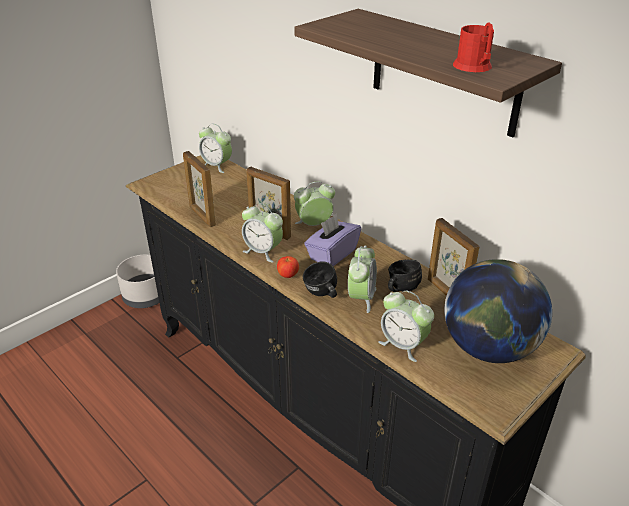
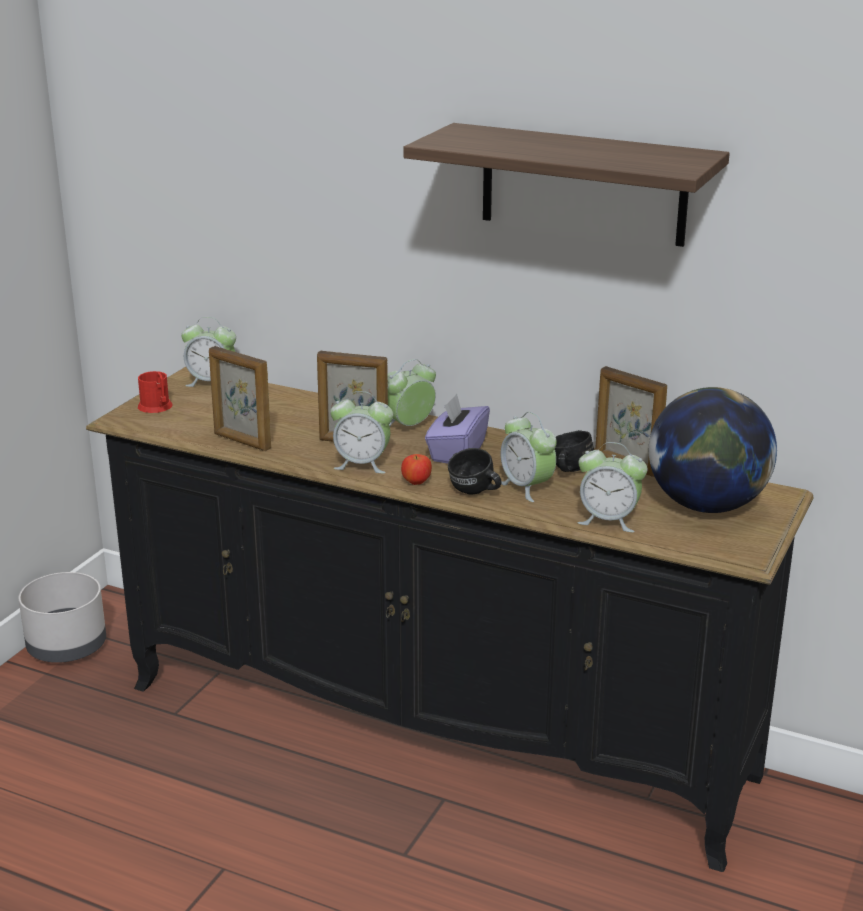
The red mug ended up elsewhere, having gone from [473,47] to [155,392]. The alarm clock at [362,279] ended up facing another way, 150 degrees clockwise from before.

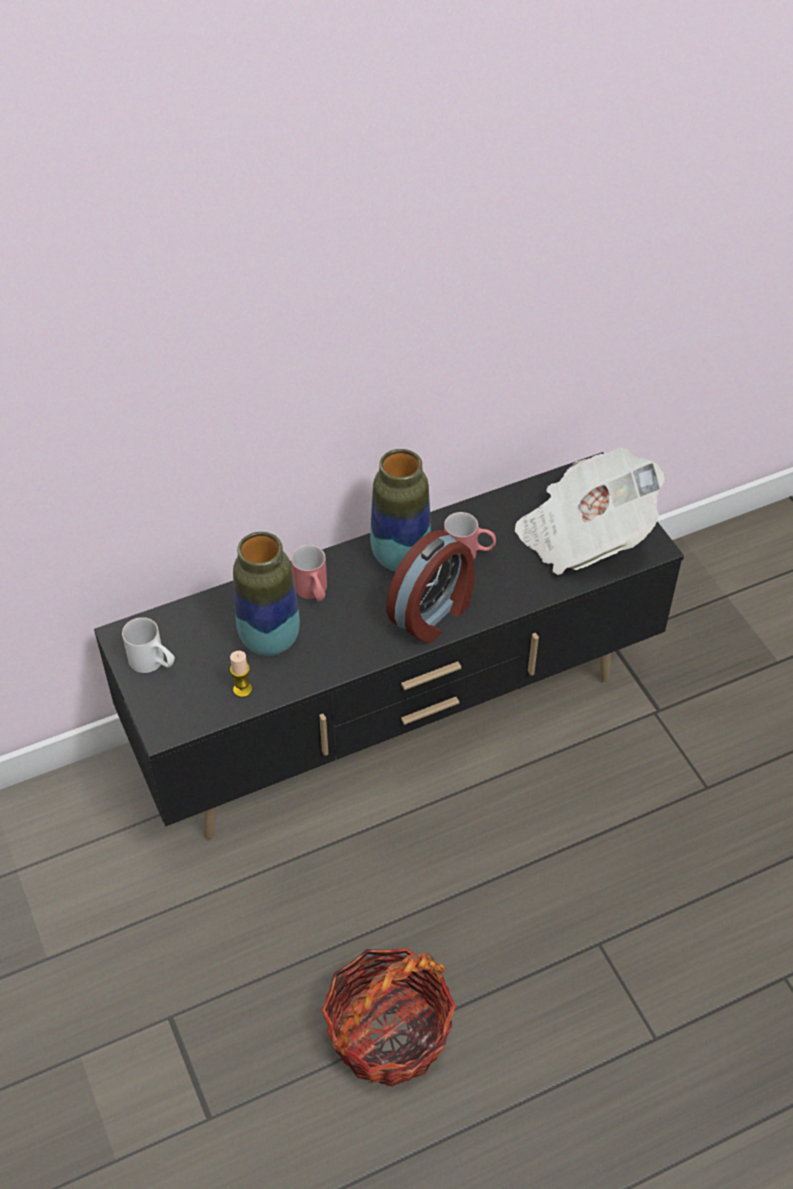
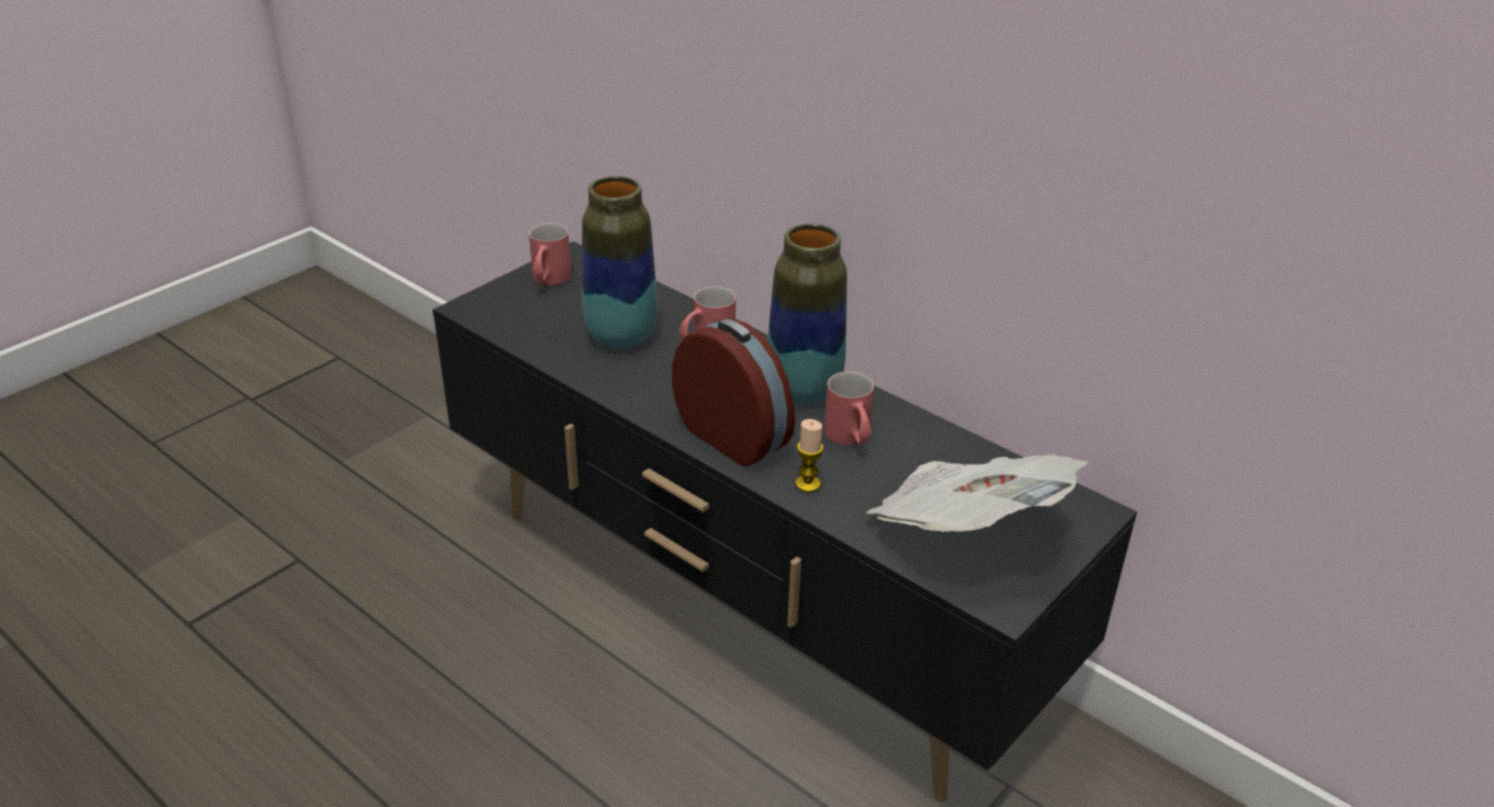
The alarm clock at [430,586] ended up facing another way, 150 degrees counterclockwise from before. What was the white mug at [148,645] turned into the red mug at [550,254]. The candle ended up elsewhere, having gone from [241,674] to [809,456]. The second view lost the basket at [388,1017].

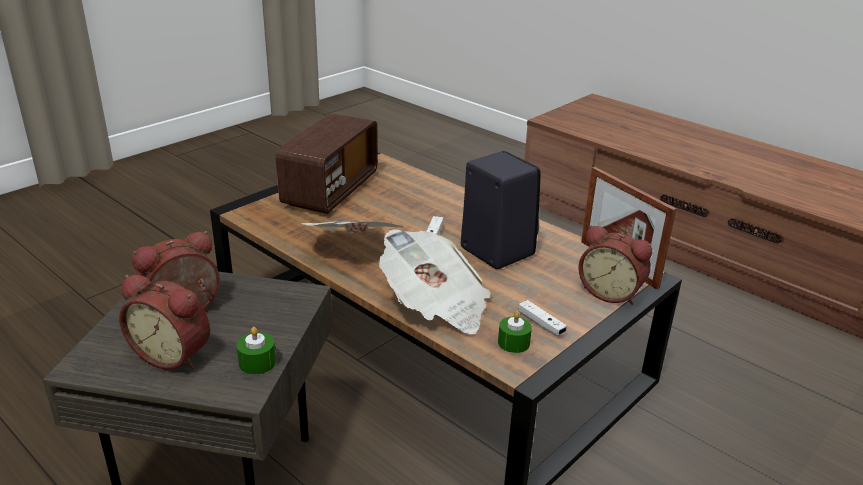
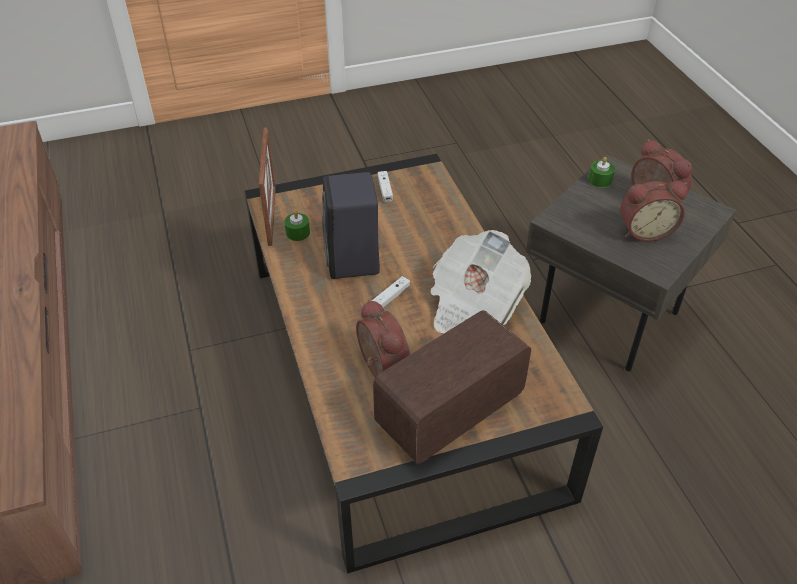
The alarm clock ended up elsewhere, having gone from [615,265] to [383,338]. The second view lost the newspaper at [434,281]. The green candle ended up elsewhere, having gone from [515,332] to [297,225].

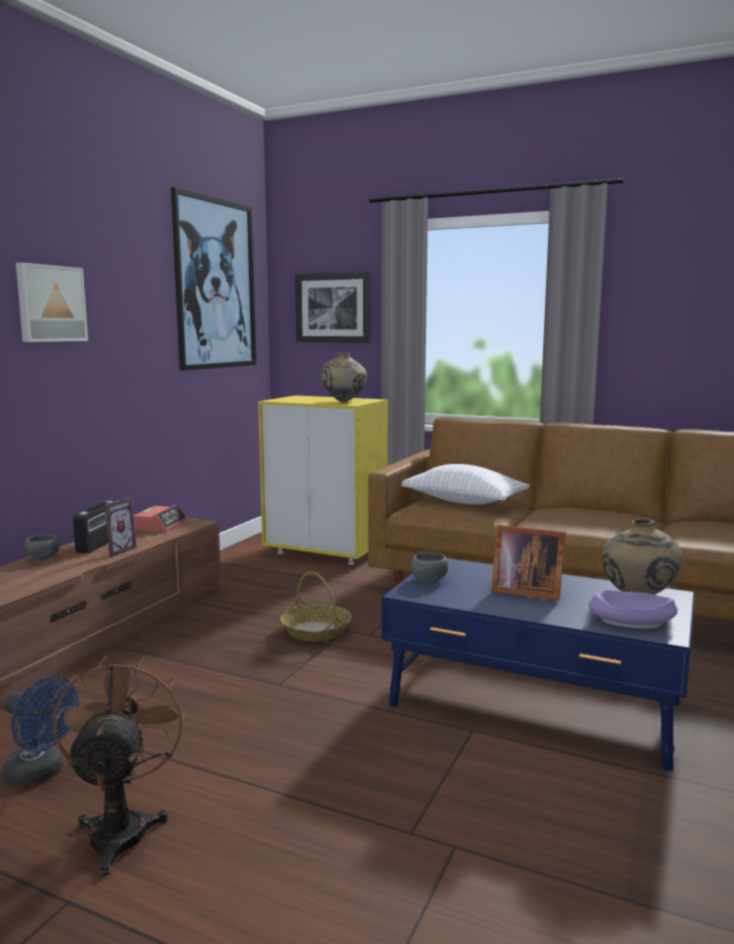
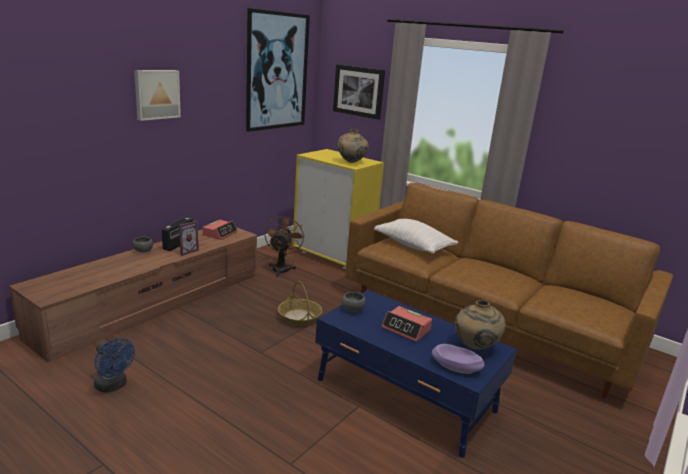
Where the picture frame stood at [528,563], the alarm clock came to stand at [407,324]. The brown fan ended up elsewhere, having gone from [119,766] to [284,246].

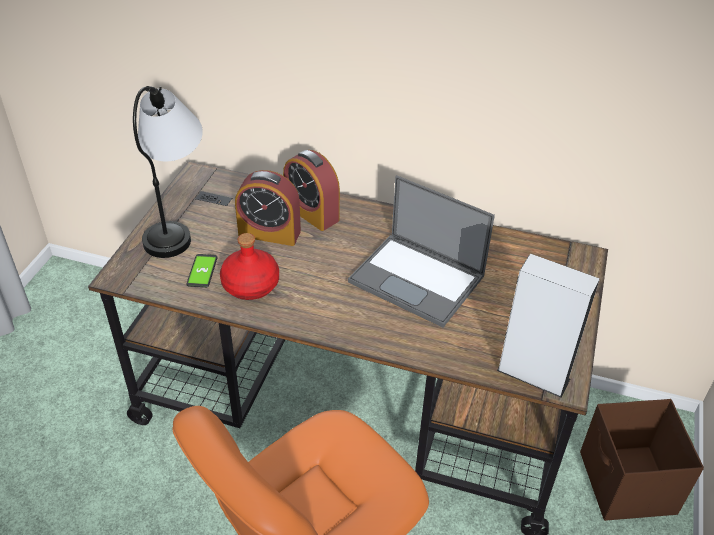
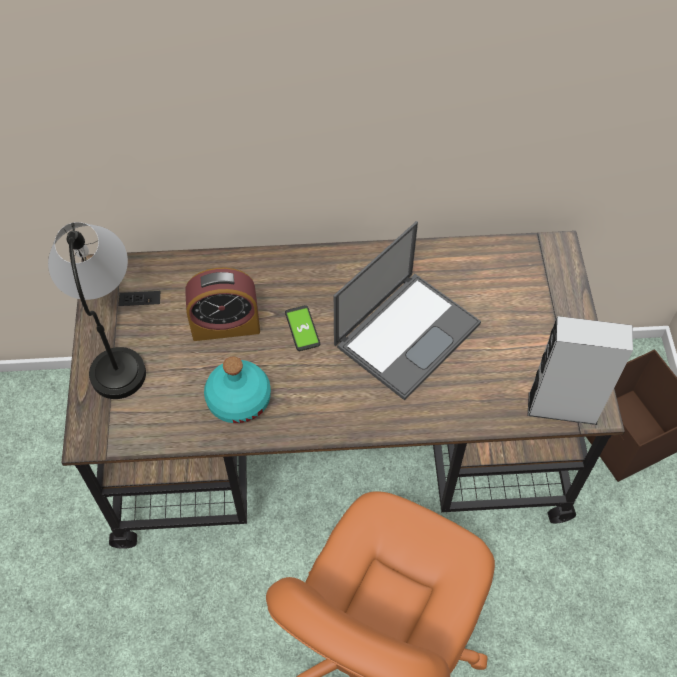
The second view lost the alarm clock at [311,190]. The laptop at [421,251] ended up facing another way, 60 degrees counterclockwise from before. What was the red bottle at [249,266] turned into the turquoise bottle at [237,390]. The phone ended up elsewhere, having gone from [202,271] to [302,328].

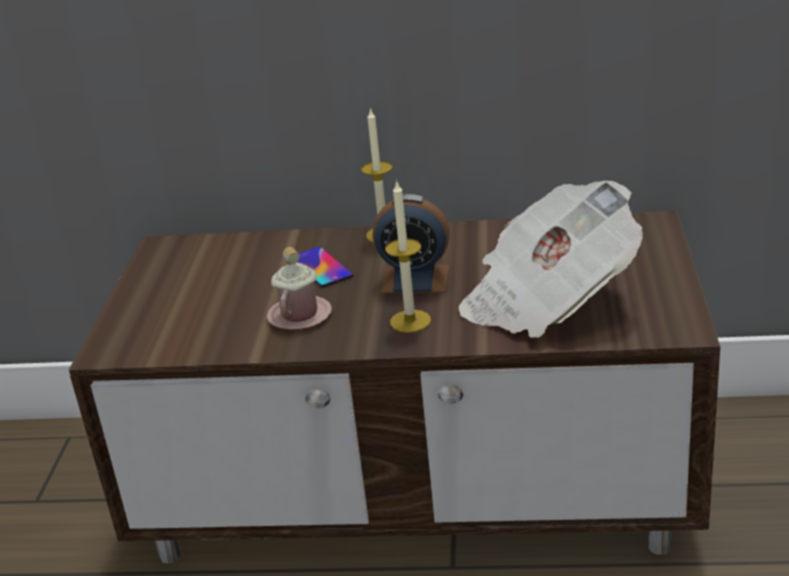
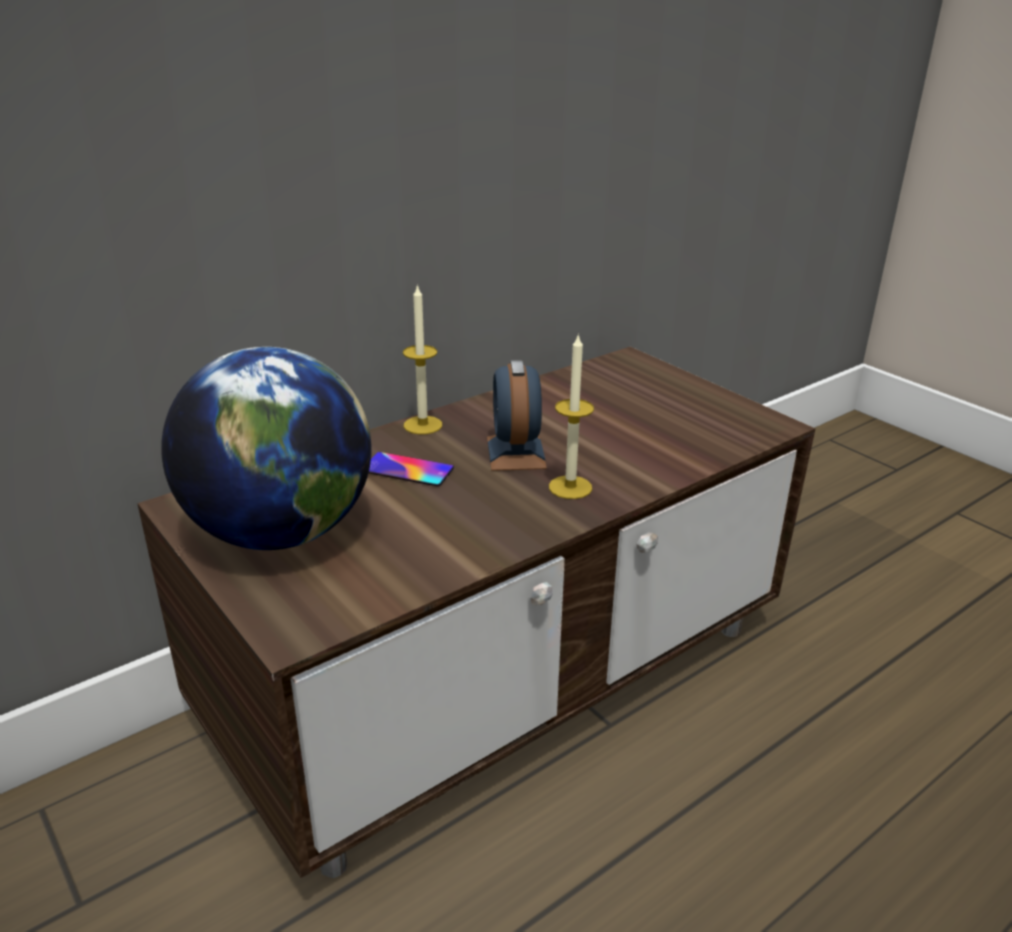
The second view lost the newspaper at [550,259]. The alarm clock at [411,243] ended up facing another way, 120 degrees clockwise from before. The second view lost the pink mug at [299,288]. The second view gained the globe at [266,448].

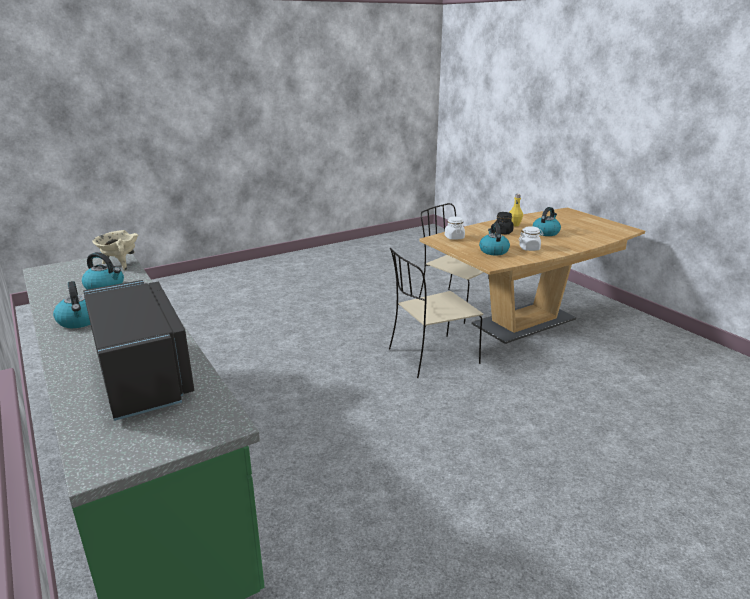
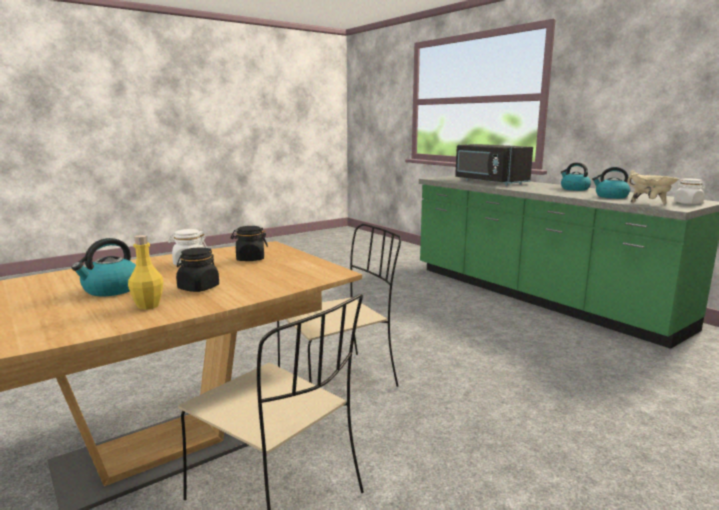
The white jar ended up elsewhere, having gone from [455,228] to [689,191]. Where the kettle stood at [494,239], the black jar came to stand at [249,243].

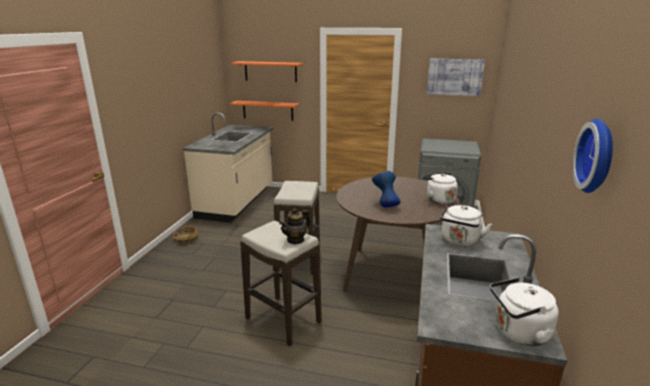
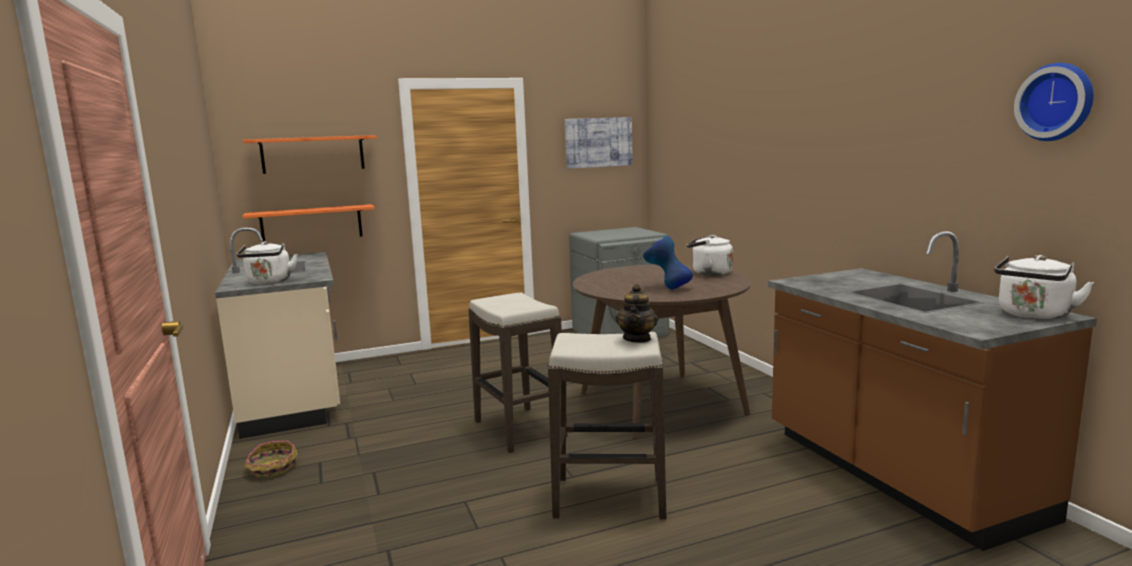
The white kettle ended up elsewhere, having gone from [466,225] to [267,262].

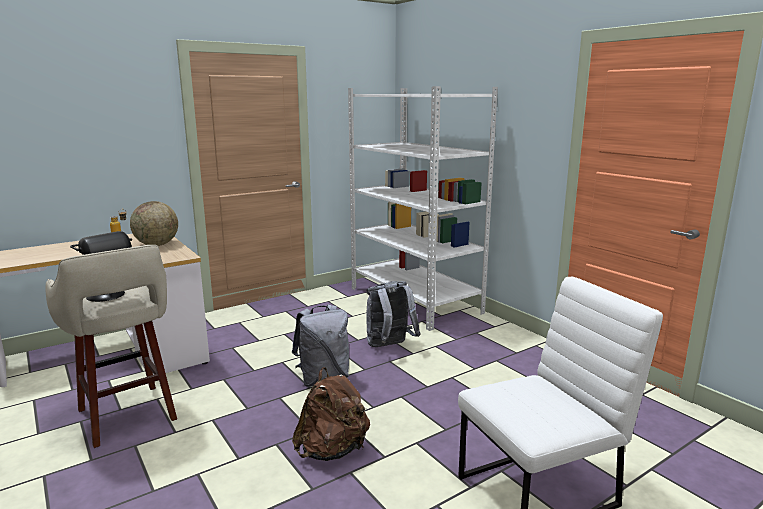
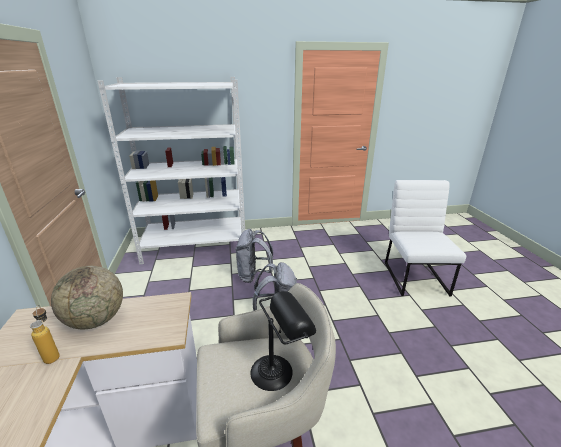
The second view lost the brown backpack at [331,414].

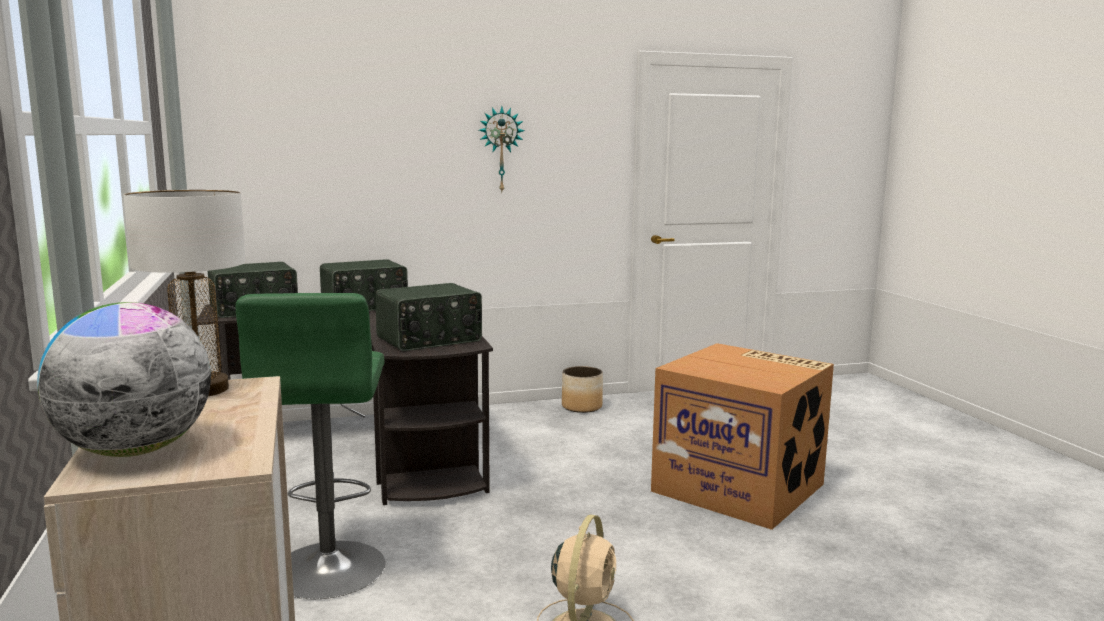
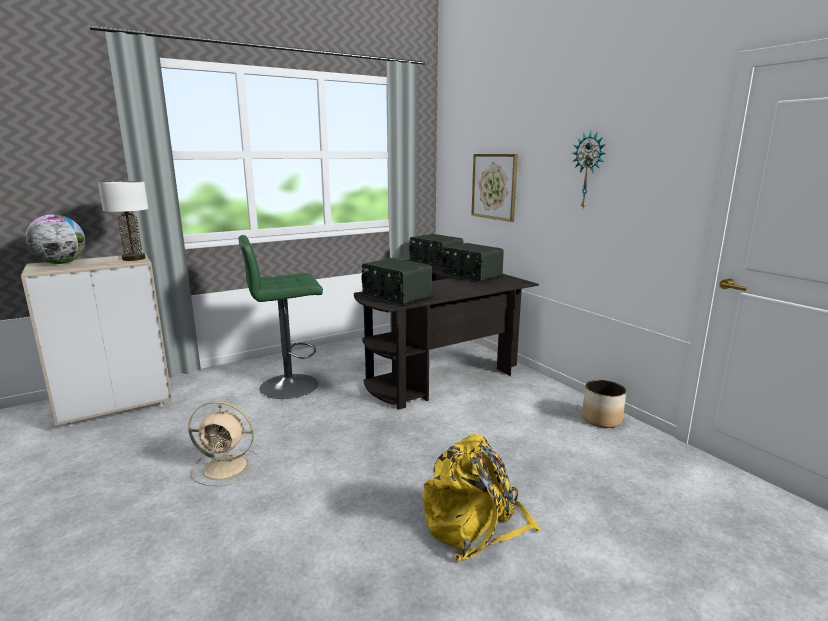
Where the cardboard box stood at [742,436], the yellow backpack came to stand at [481,497]. The second view gained the picture at [494,188].

